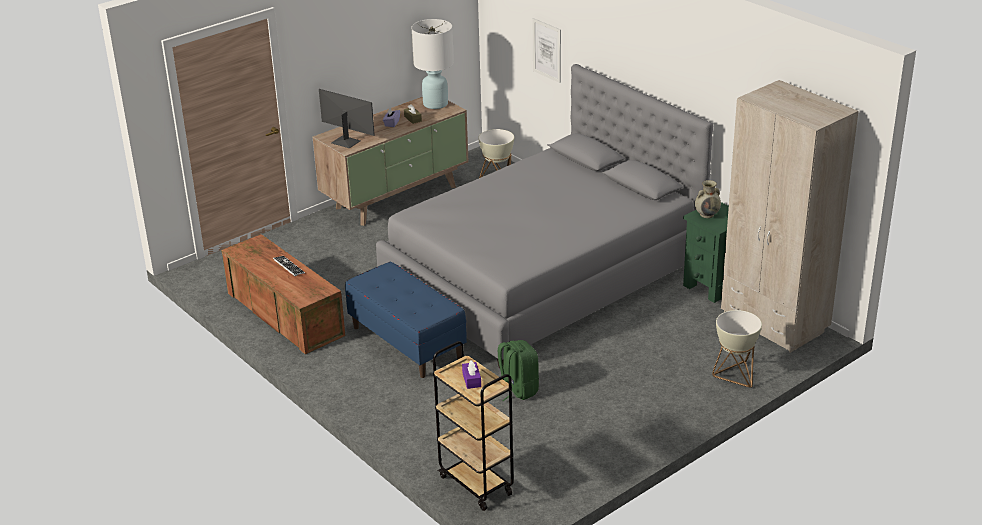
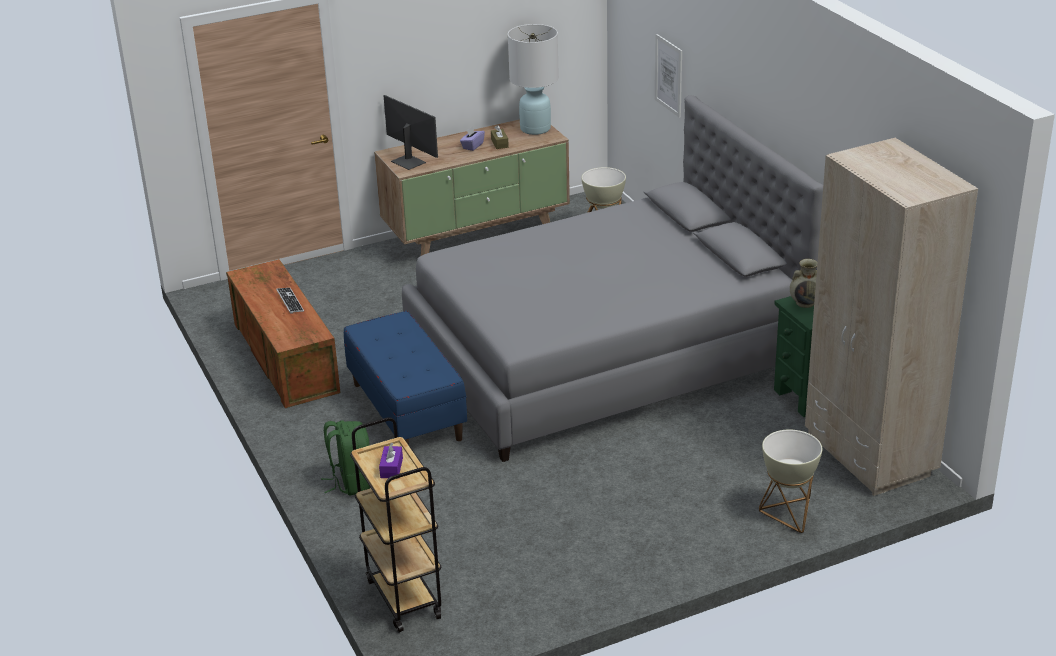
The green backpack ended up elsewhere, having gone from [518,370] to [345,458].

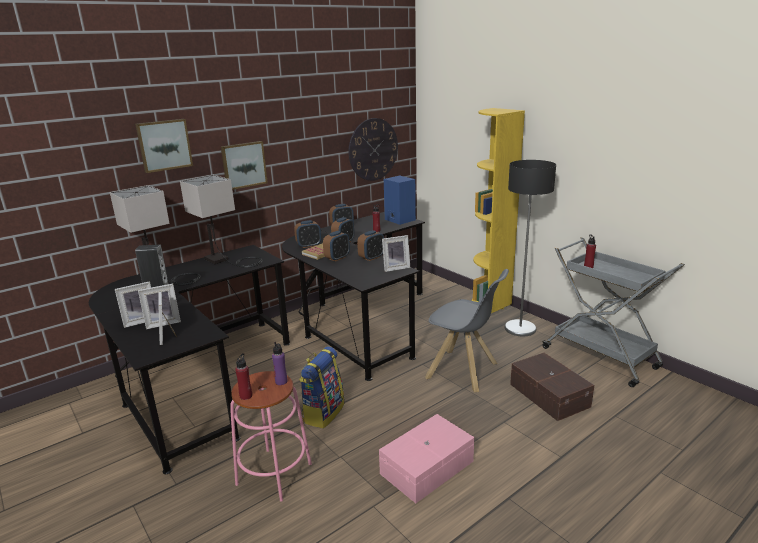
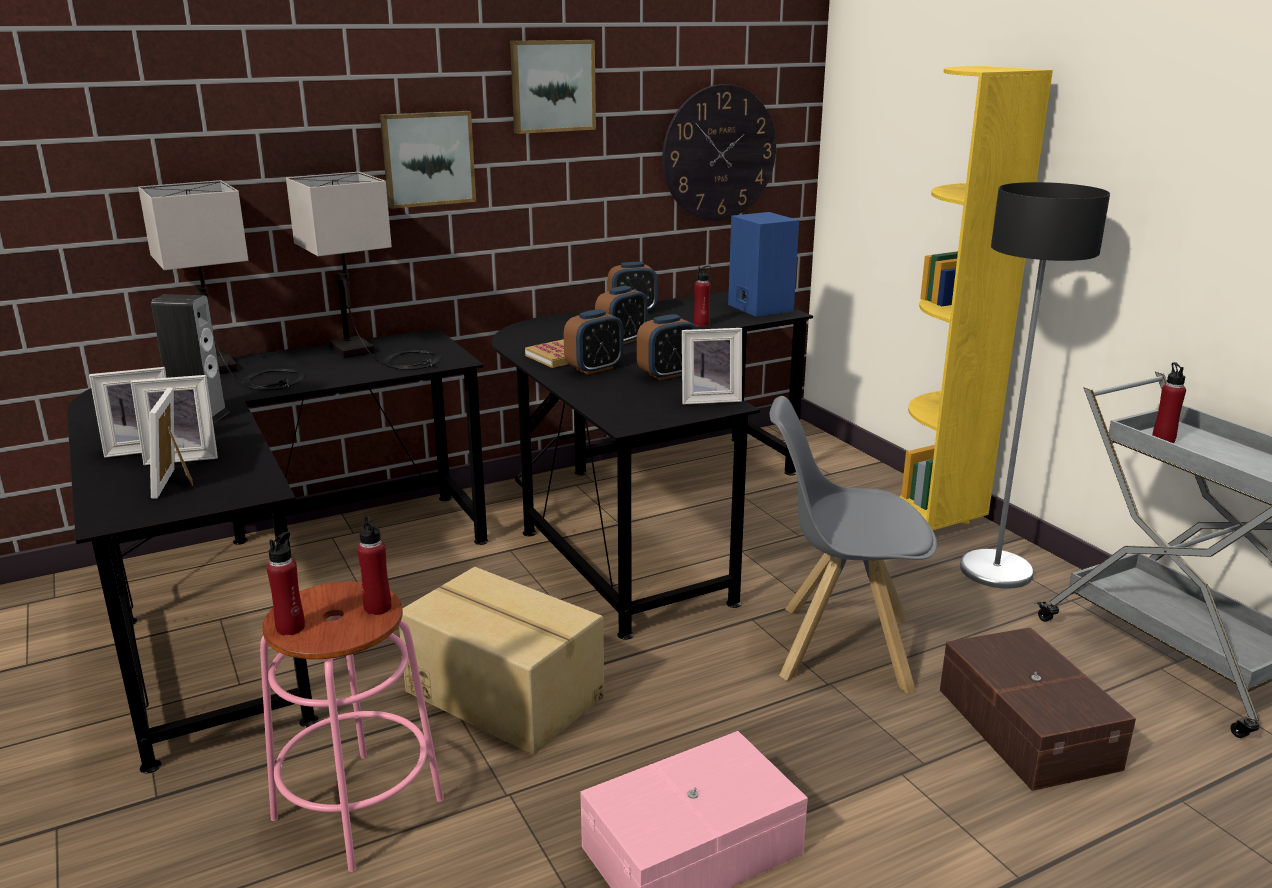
The picture ended up elsewhere, having gone from [164,146] to [553,87]. The second view lost the alarm clock at [307,234]. The grey chair at [467,331] ended up facing another way, 150 degrees clockwise from before. What was the purple bottle at [279,363] turned into the red bottle at [374,565]. Where the backpack stood at [321,387], the cardboard box came to stand at [501,661].

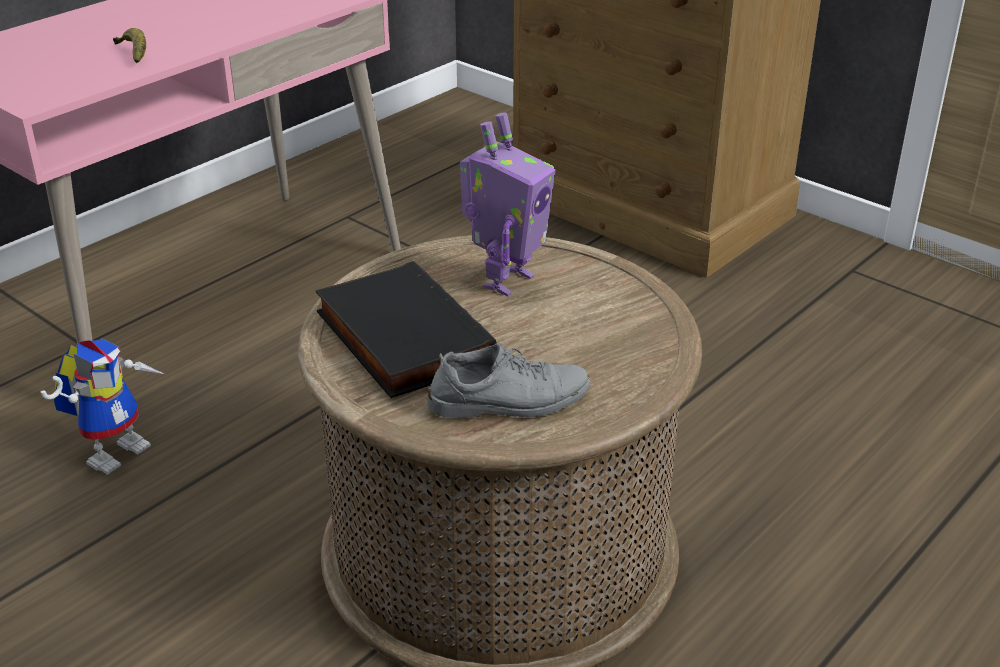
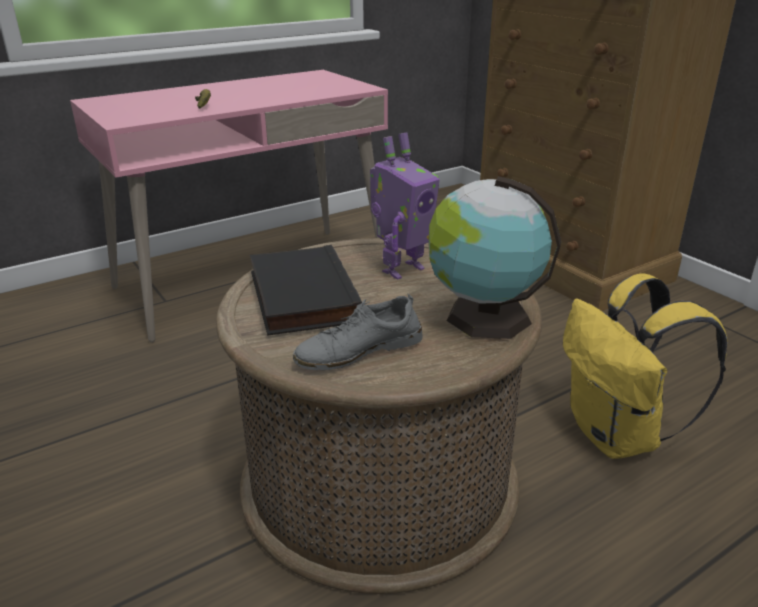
The second view lost the toy robot at [103,406]. The grey shoe at [508,380] ended up facing another way, 150 degrees clockwise from before. The second view gained the globe at [495,257]. The second view gained the yellow backpack at [645,366].

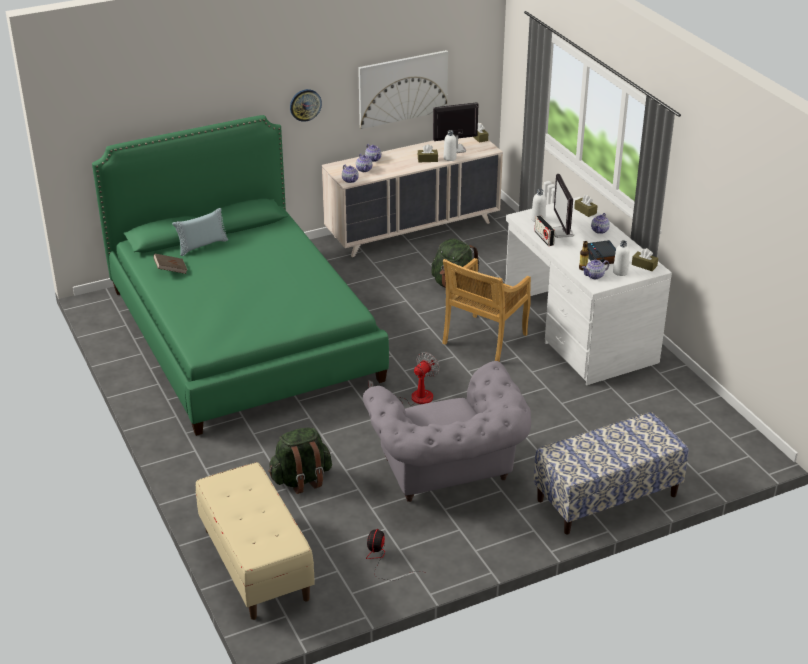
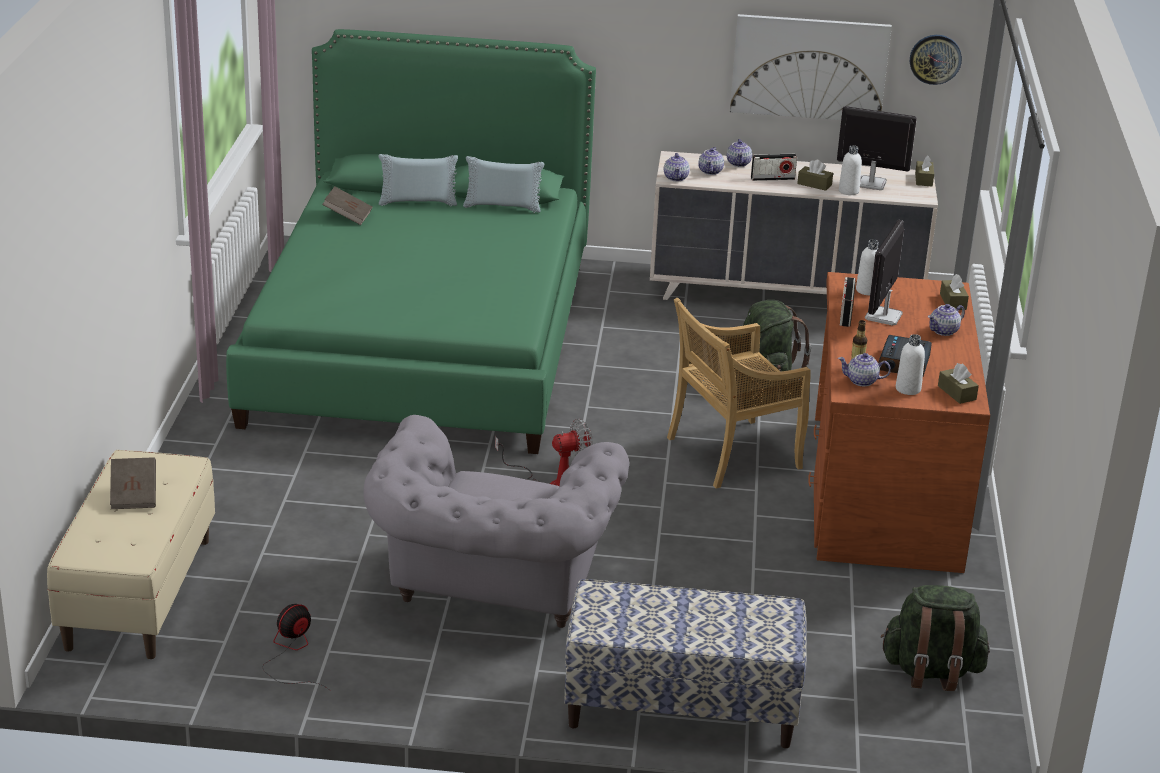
The wall clock ended up elsewhere, having gone from [306,105] to [936,60]. What was the white desk at [588,291] turned into the brown desk at [899,422]. The green backpack ended up elsewhere, having gone from [300,461] to [935,638]. The second view gained the radio at [774,167]. The second view gained the blue pillow at [503,184]. The second view gained the brown book at [133,483].

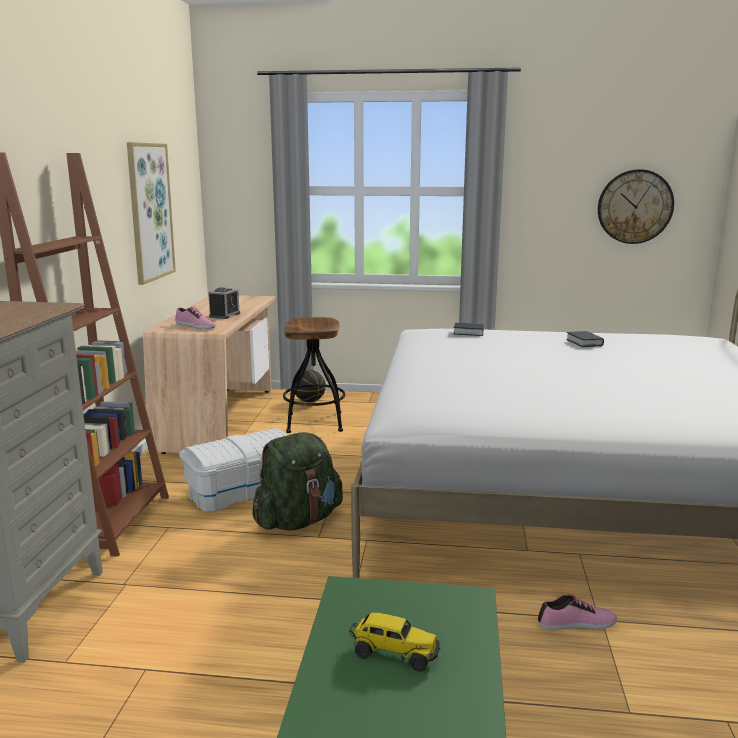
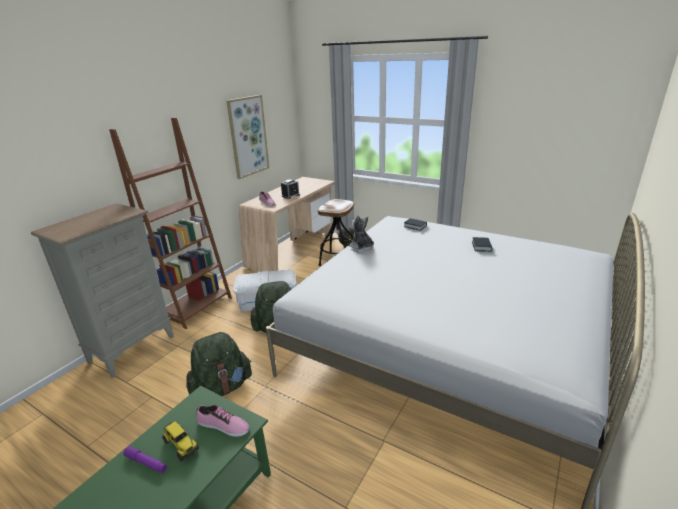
The second view lost the wall clock at [636,206]. The shoe ended up elsewhere, having gone from [577,612] to [223,421]. The second view gained the plush toy at [361,234]. The second view gained the green backpack at [219,364]. The second view gained the purple flashlight at [145,459].

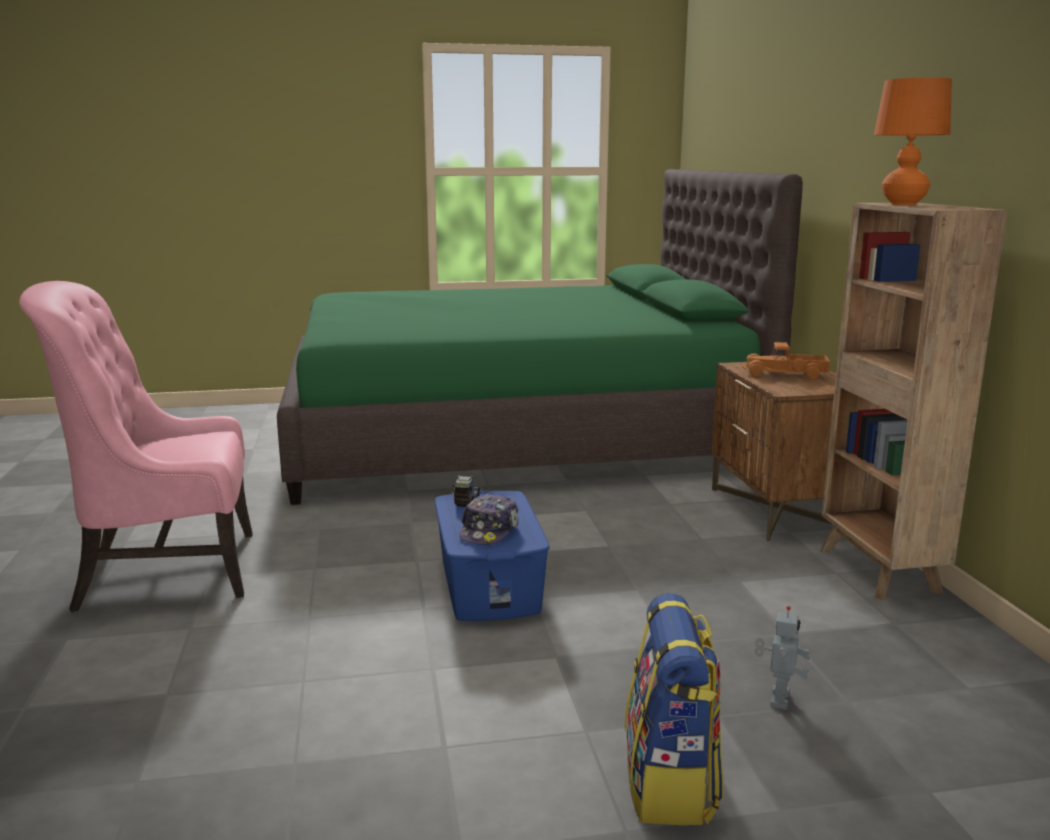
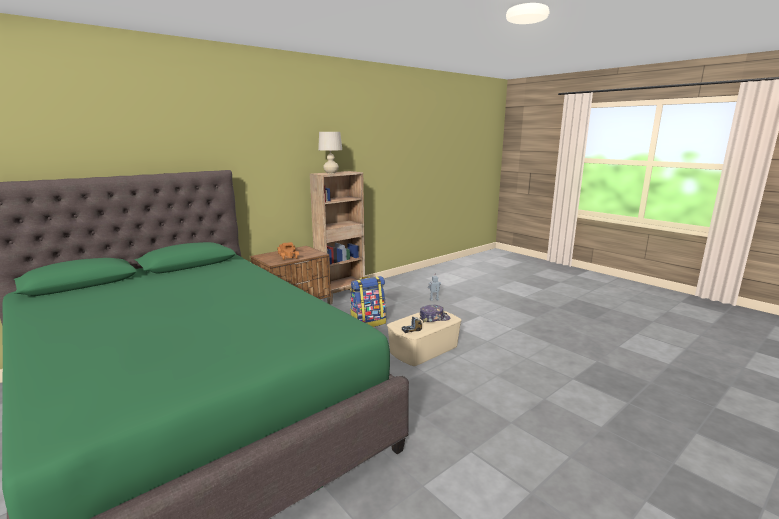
What was the orange table lamp at [913,141] turned into the beige table lamp at [330,153]. The second view lost the pink chair at [136,447]. What was the blue storage box at [492,556] turned into the beige storage box at [424,338]. The backpack ended up elsewhere, having gone from [674,709] to [368,301].

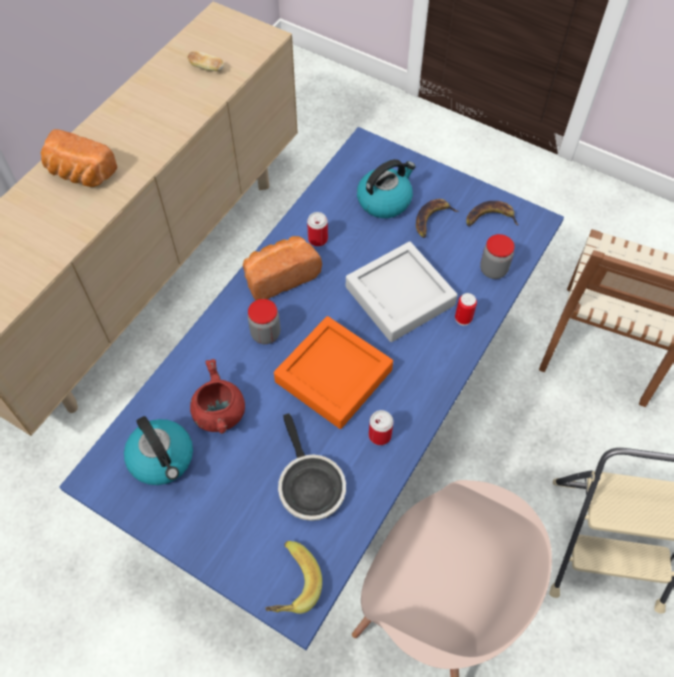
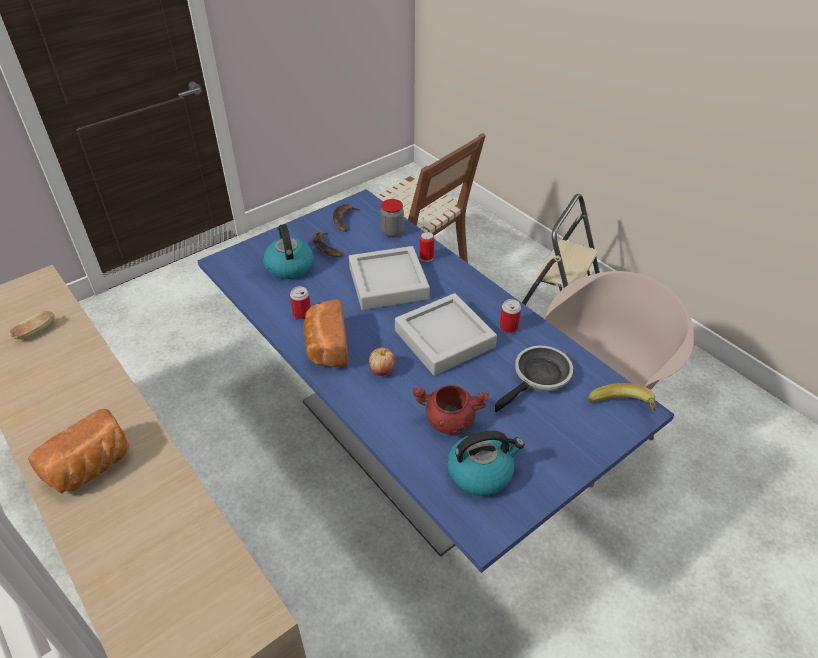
Where the jar stood at [264,321], the apple came to stand at [382,361]. What was the orange tray at [333,372] turned into the grey tray at [446,334]. The frying pan at [312,467] ended up facing another way, 45 degrees counterclockwise from before.

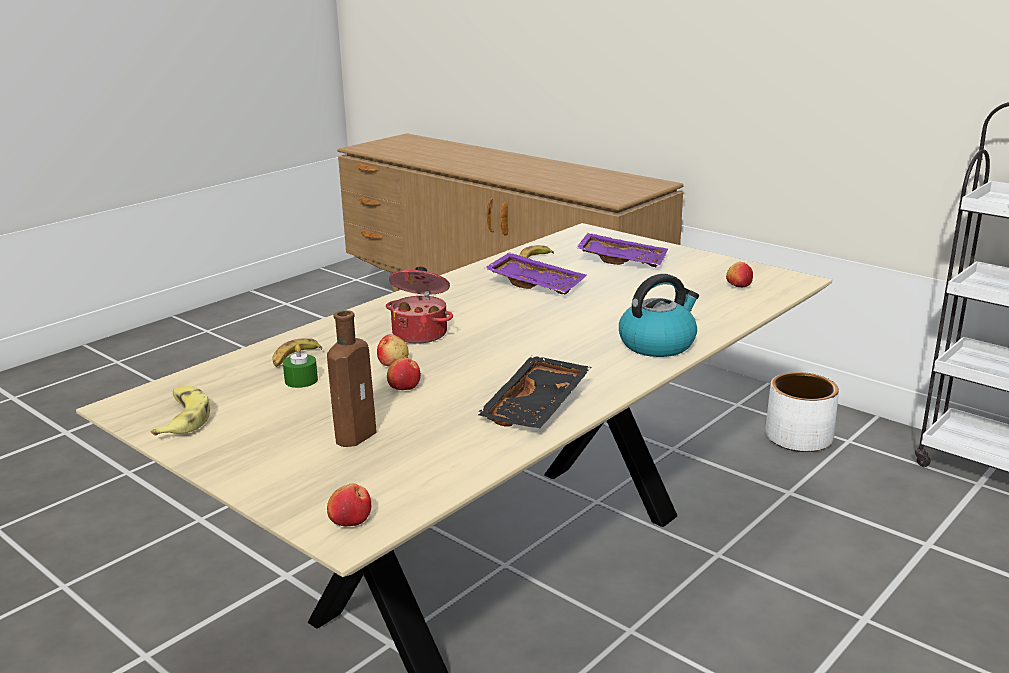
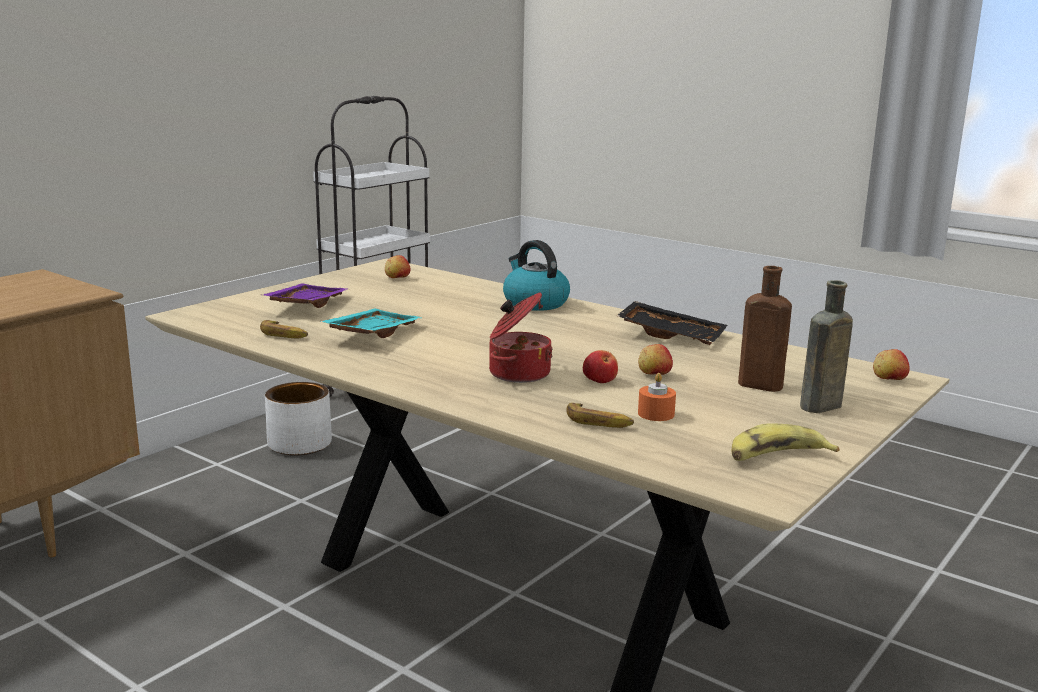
What was the purple tray at [535,273] turned into the turquoise tray at [371,323]. What was the green candle at [300,366] turned into the orange candle at [657,397]. The second view gained the brown bottle at [826,346].

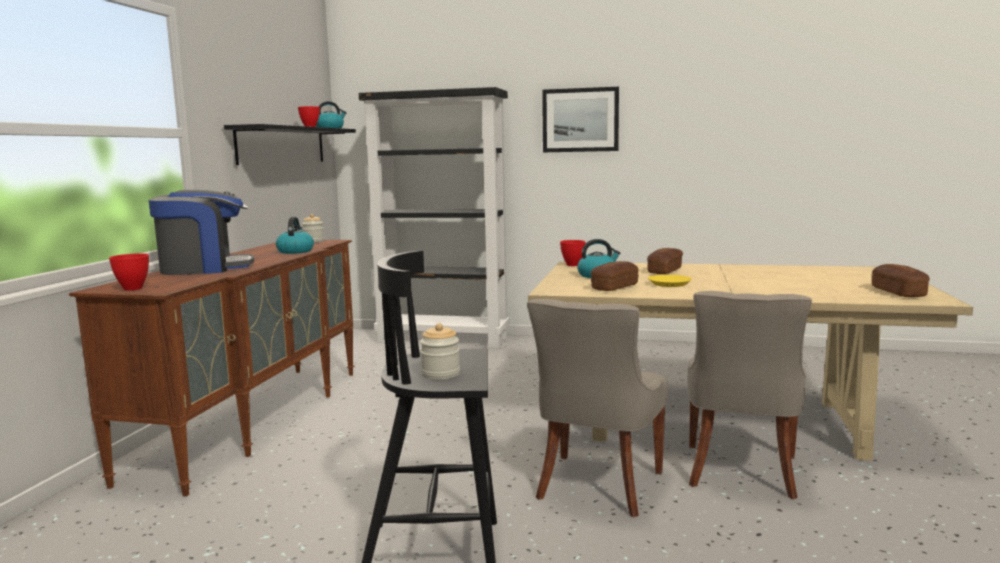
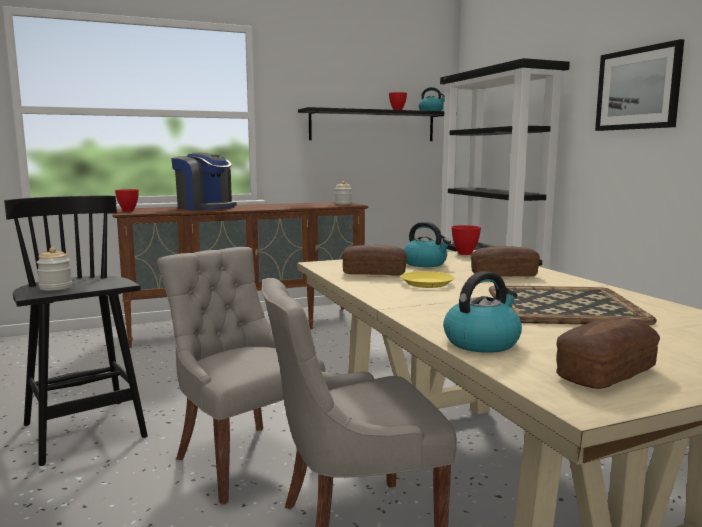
The kettle ended up elsewhere, having gone from [295,235] to [482,312]. The grey chair at [597,408] ended up facing another way, 60 degrees clockwise from before. The second view gained the tray at [573,306].

